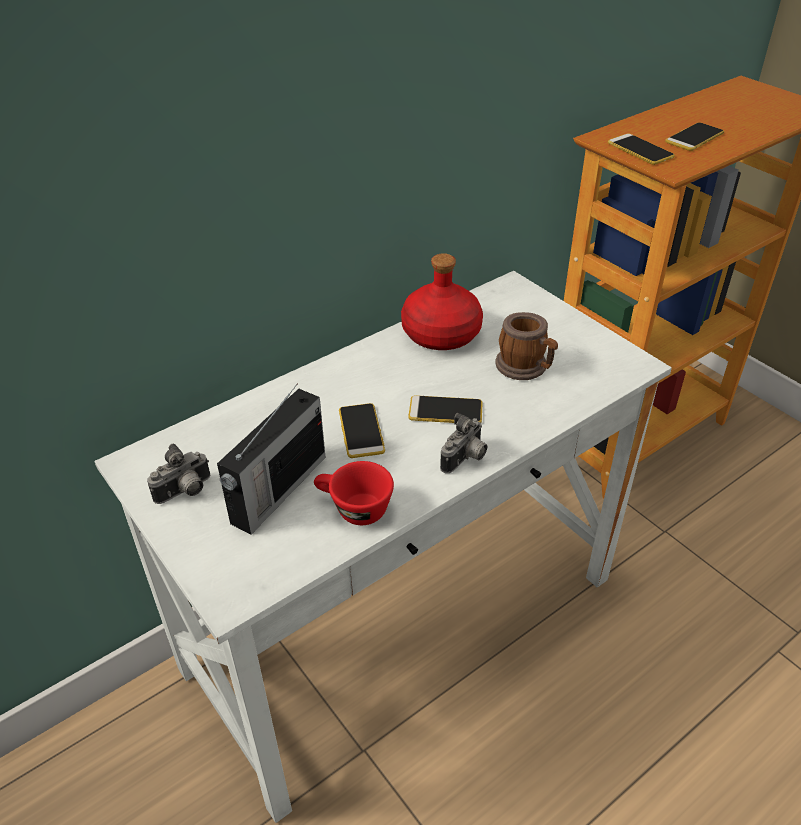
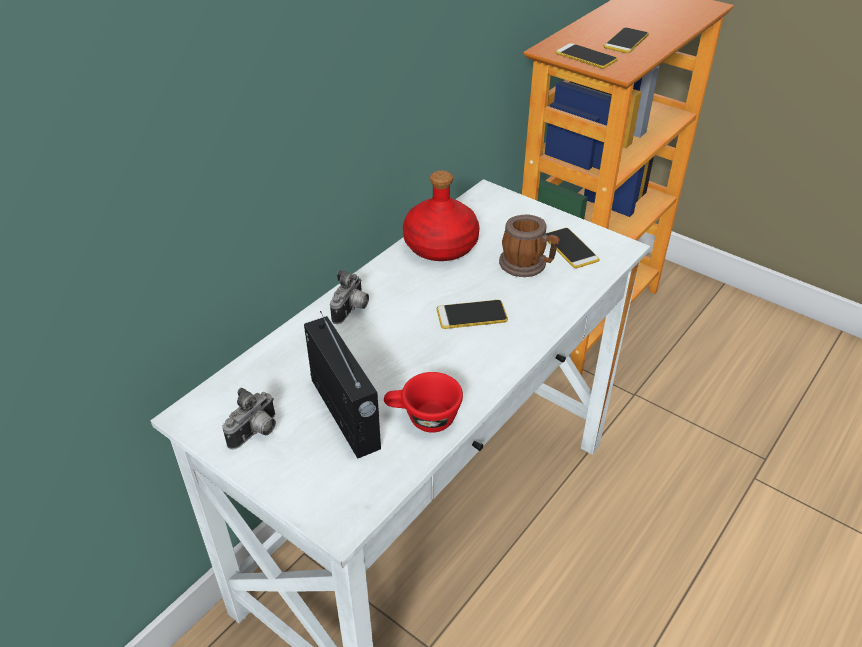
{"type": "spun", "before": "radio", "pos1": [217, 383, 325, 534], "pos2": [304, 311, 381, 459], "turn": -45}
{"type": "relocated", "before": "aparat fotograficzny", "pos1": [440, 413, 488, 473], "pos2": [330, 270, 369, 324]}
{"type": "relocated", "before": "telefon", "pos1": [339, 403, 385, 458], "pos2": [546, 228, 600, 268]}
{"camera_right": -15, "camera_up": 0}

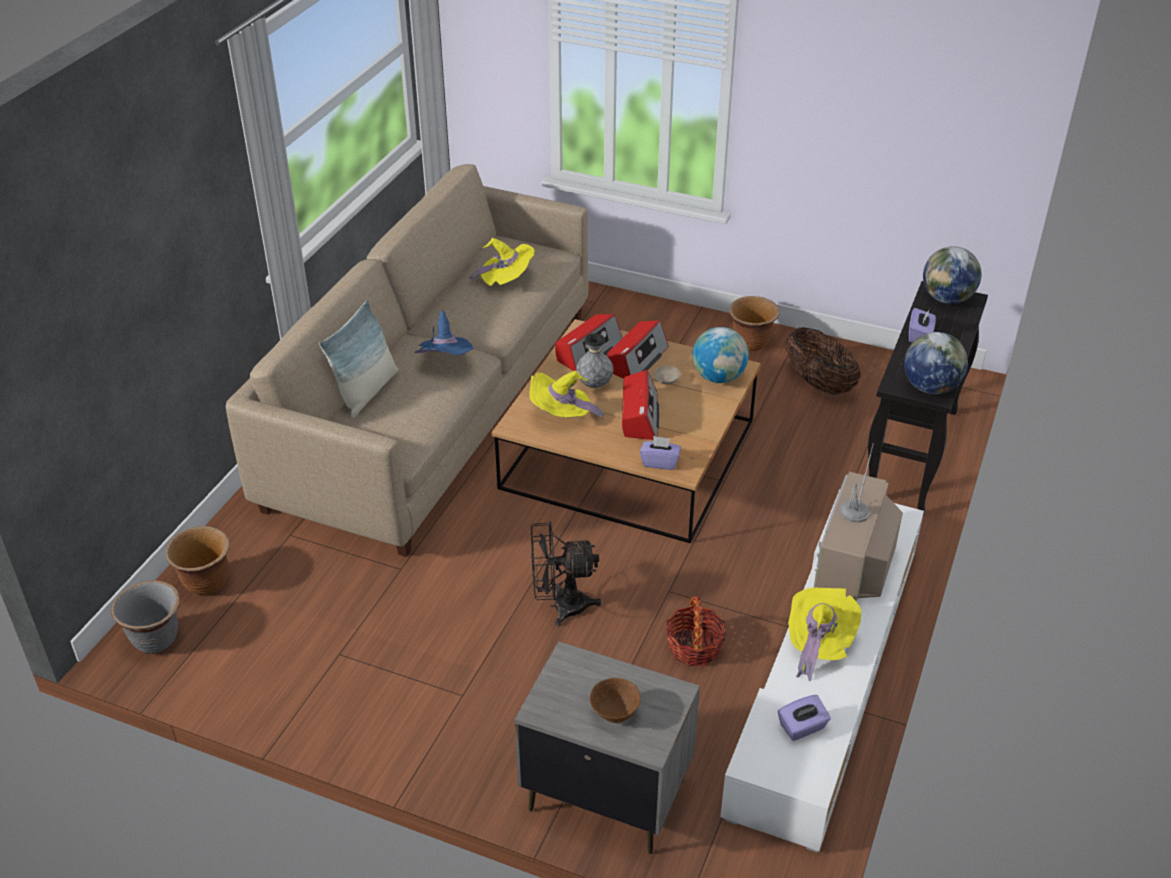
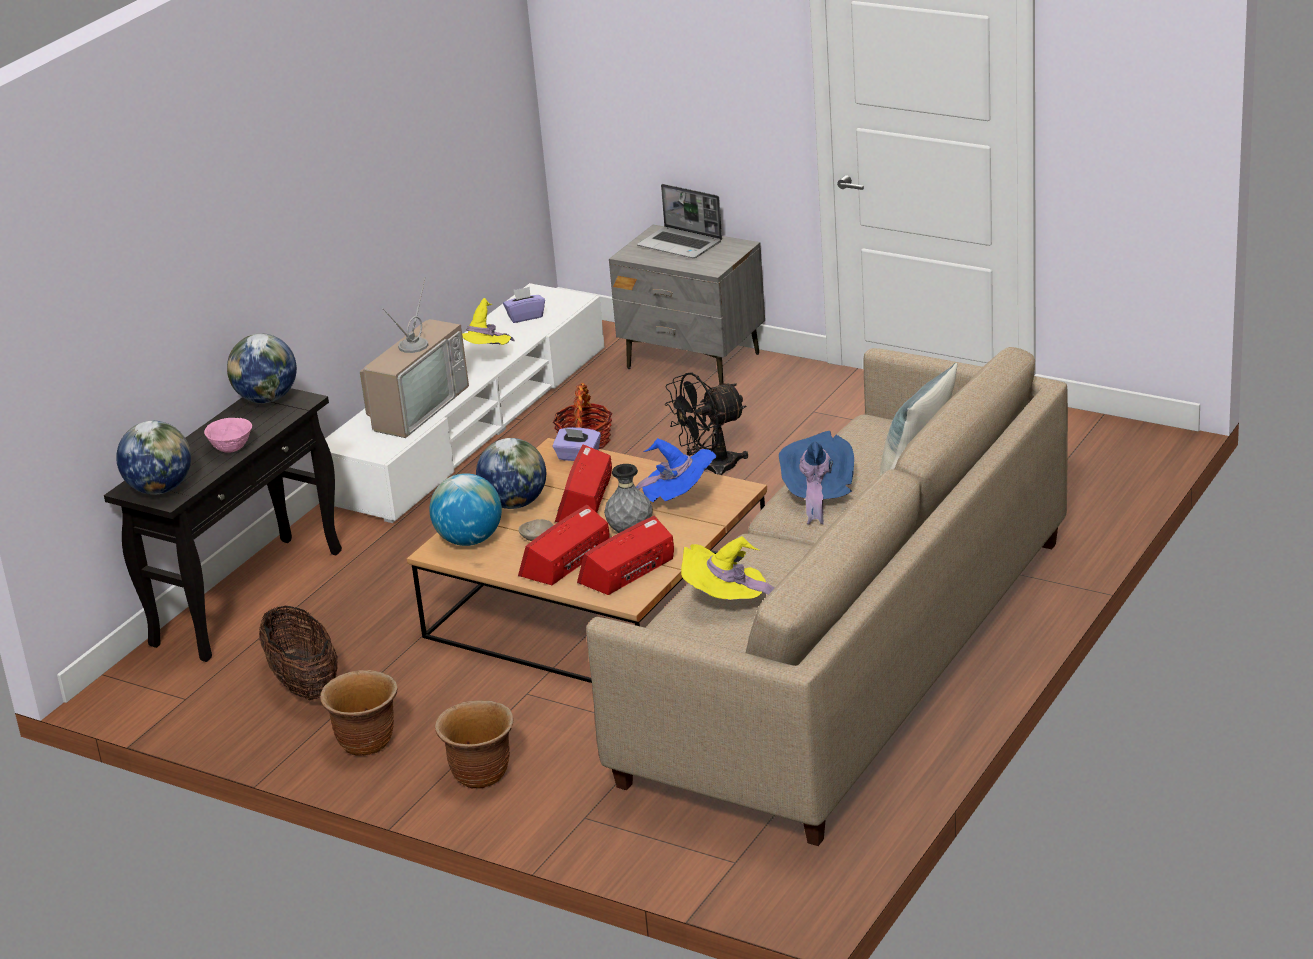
{"type": "exchanged", "before": "pudełko chusteczek [fioletowy]", "after": "miska [różowy]", "pos1": [909, 308, 936, 342], "pos2": [204, 418, 252, 453]}
{"type": "relocated", "before": "donica [brązowy]", "pos1": [166, 526, 230, 595], "pos2": [435, 700, 514, 789]}
{"type": "appeared", "after": "globus", "pos2": [476, 438, 546, 509]}
{"type": "colour", "before": "kapelusz [żółty]", "after": "kapelusz [niebieski]", "pos1": [530, 371, 604, 422], "pos2": [635, 438, 716, 502]}
{"type": "exchanged", "before": "miska [brązowy]", "after": "laptop", "pos1": [590, 678, 641, 723], "pos2": [637, 184, 722, 258]}
{"type": "spun", "before": "wentylator [czarny]", "pos1": [531, 521, 602, 626], "pos2": [665, 372, 748, 475], "turn": 150}
{"type": "missing", "before": "donica [szary]", "pos1": [111, 580, 180, 653]}
{"camera_right": -170, "camera_up": -10}

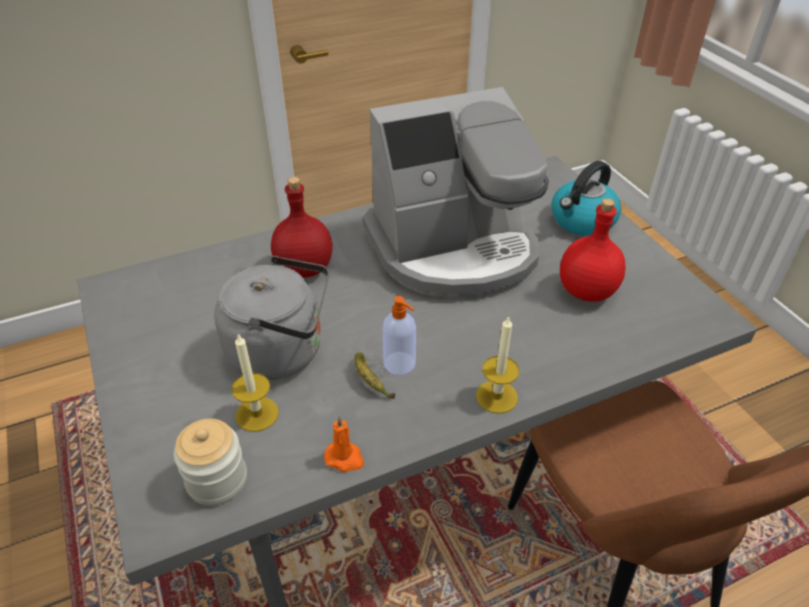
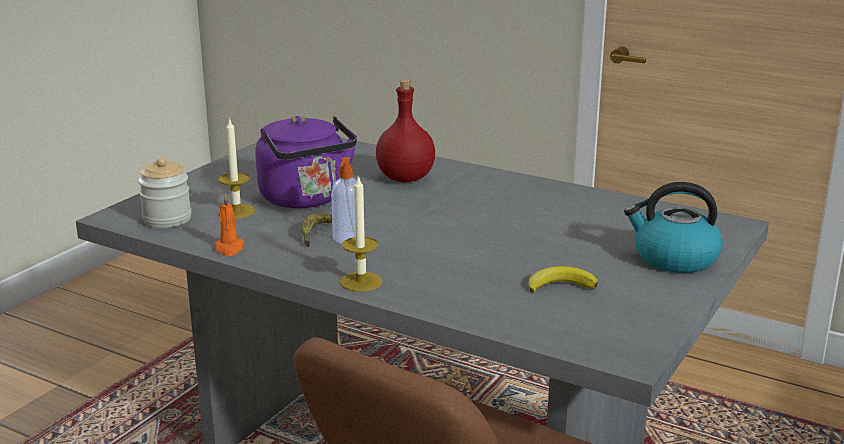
{"type": "colour", "before": "czajnik [szary]", "after": "czajnik [fioletowy]", "pos1": [214, 256, 329, 380], "pos2": [255, 116, 357, 208]}
{"type": "exchanged", "before": "butelka [czerwony]", "after": "banan", "pos1": [560, 198, 626, 302], "pos2": [528, 266, 598, 293]}
{"type": "missing", "before": "ekspres do kawy", "pos1": [363, 87, 549, 298]}
{"camera_right": 55, "camera_up": -20}

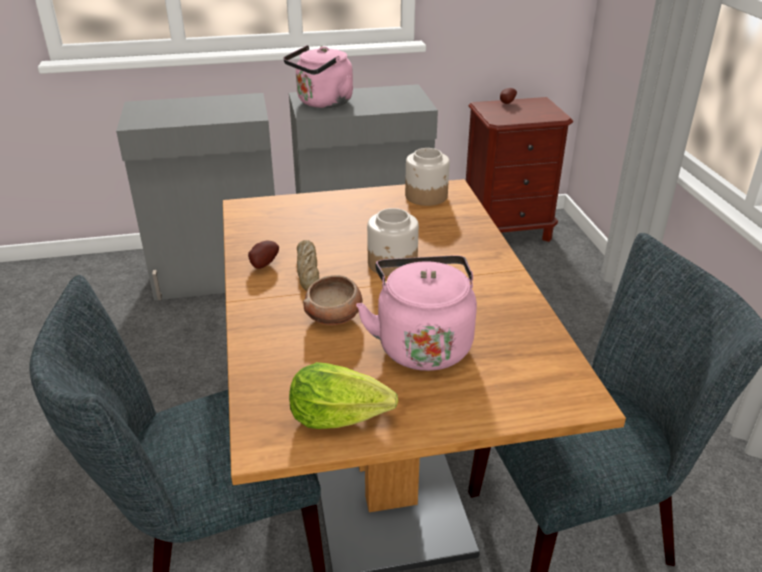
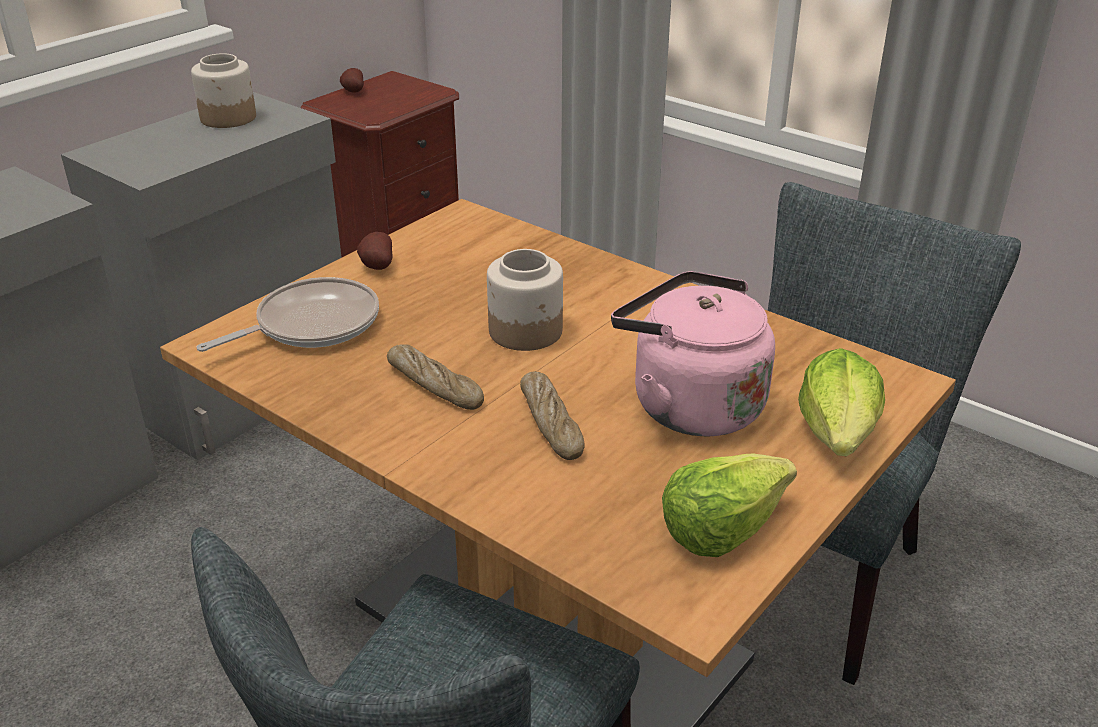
{"type": "relocated", "before": "słoik", "pos1": [405, 148, 450, 206], "pos2": [191, 53, 256, 128]}
{"type": "appeared", "after": "patelnia", "pos2": [196, 277, 379, 352]}
{"type": "relocated", "before": "ziemniak", "pos1": [248, 241, 279, 269], "pos2": [357, 232, 393, 270]}
{"type": "exchanged", "before": "miska", "after": "chleb", "pos1": [303, 275, 362, 325], "pos2": [520, 371, 585, 460]}
{"type": "appeared", "after": "sałata", "pos2": [798, 348, 885, 456]}
{"type": "missing", "before": "czajnik [różowy]", "pos1": [283, 45, 353, 108]}
{"camera_right": -40, "camera_up": 0}

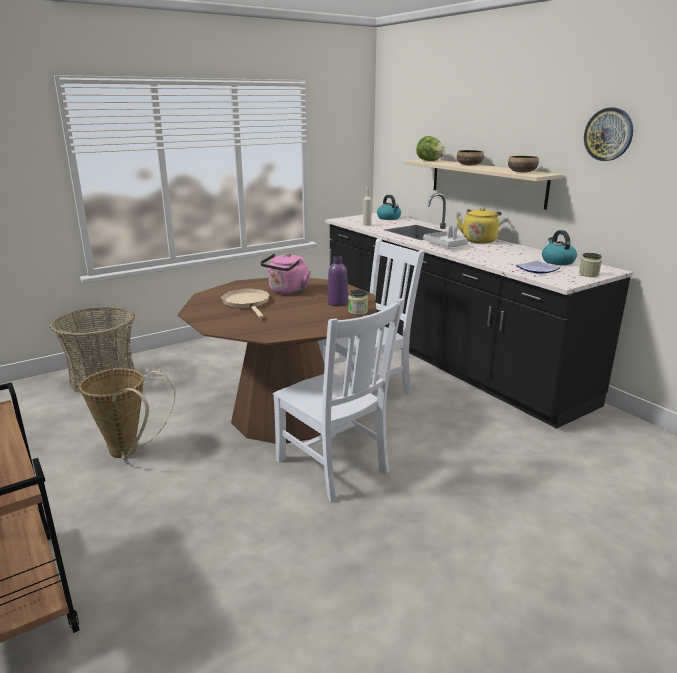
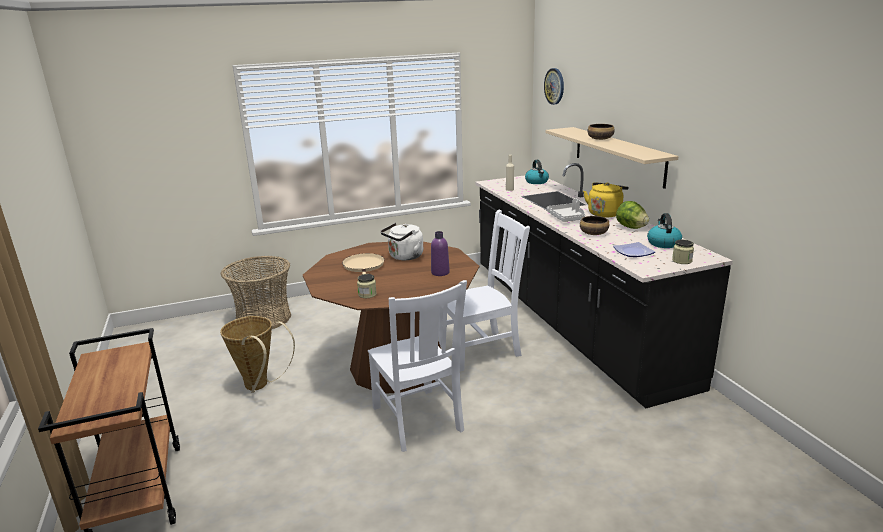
{"type": "relocated", "before": "słoik", "pos1": [348, 289, 368, 315], "pos2": [357, 274, 377, 298]}
{"type": "colour", "before": "czajnik [różowy]", "after": "czajnik [biały]", "pos1": [260, 253, 311, 294], "pos2": [380, 223, 423, 260]}
{"type": "relocated", "before": "zegar ścienny", "pos1": [584, 108, 633, 161], "pos2": [544, 68, 564, 105]}
{"type": "relocated", "before": "miska", "pos1": [508, 156, 539, 172], "pos2": [580, 216, 609, 235]}
{"type": "relocated", "before": "sałata", "pos1": [416, 136, 446, 161], "pos2": [616, 201, 649, 229]}
{"camera_right": 15, "camera_up": 0}

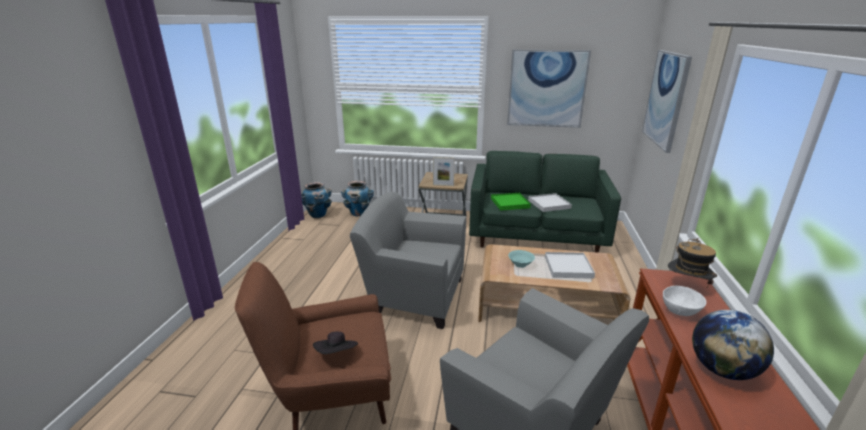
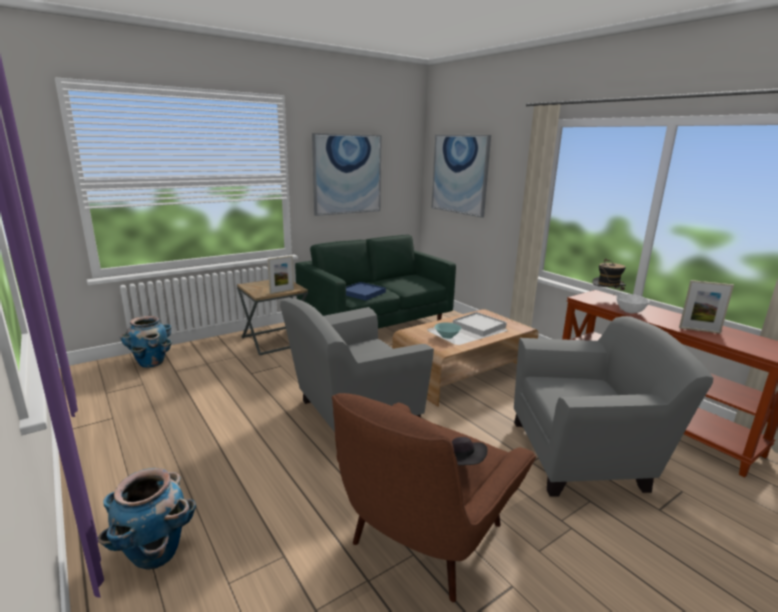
{"type": "relocated", "before": "donica", "pos1": [301, 182, 332, 218], "pos2": [98, 468, 196, 570]}
{"type": "colour", "before": "taca [zielony]", "after": "taca [niebieski]", "pos1": [491, 193, 531, 211], "pos2": [346, 282, 386, 301]}
{"type": "exchanged", "before": "globus", "after": "ramka na zdjęcie", "pos1": [692, 310, 774, 380], "pos2": [679, 280, 734, 334]}
{"type": "missing", "before": "taca [biały]", "pos1": [528, 193, 572, 212]}
{"camera_right": -45, "camera_up": -5}

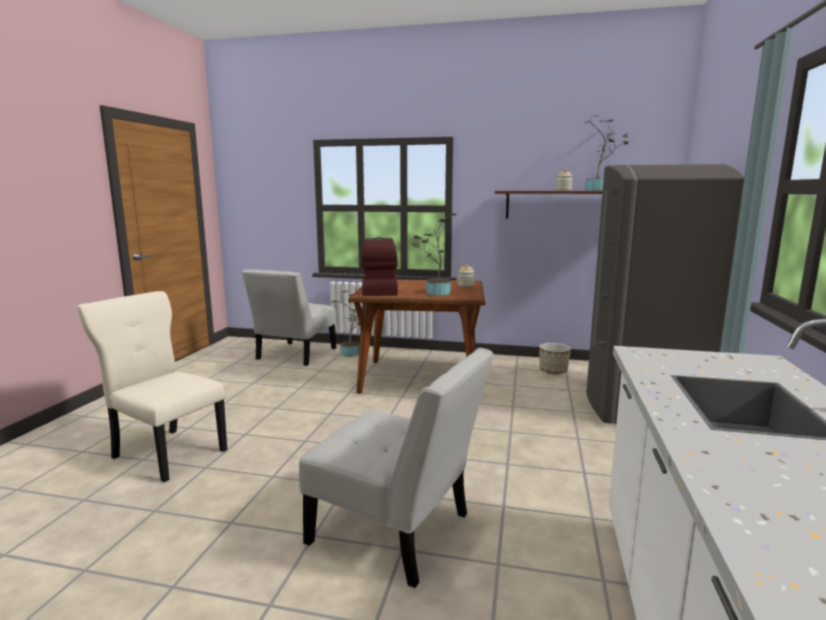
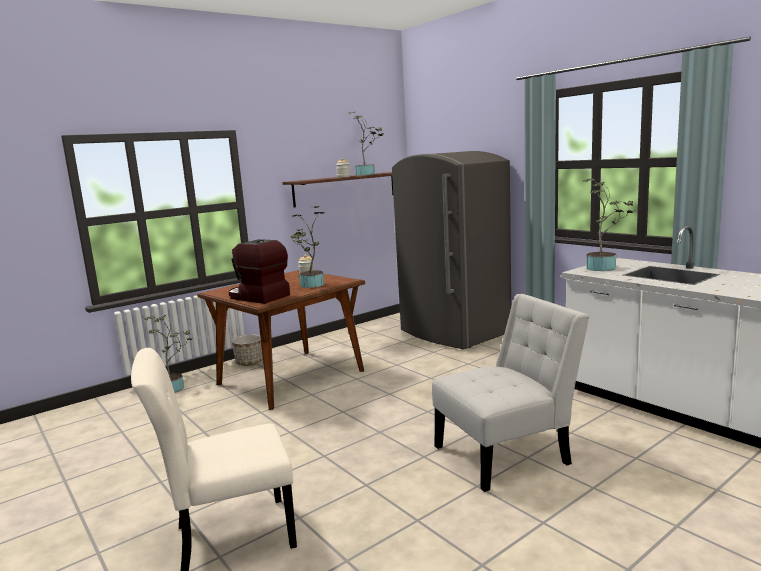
{"type": "relocated", "before": "donica", "pos1": [539, 343, 571, 374], "pos2": [232, 335, 263, 366]}
{"type": "appeared", "after": "roślina doniczkowa", "pos2": [583, 178, 634, 271]}
{"type": "missing", "before": "krzesło [biały]", "pos1": [242, 269, 336, 366]}
{"camera_right": -50, "camera_up": 0}

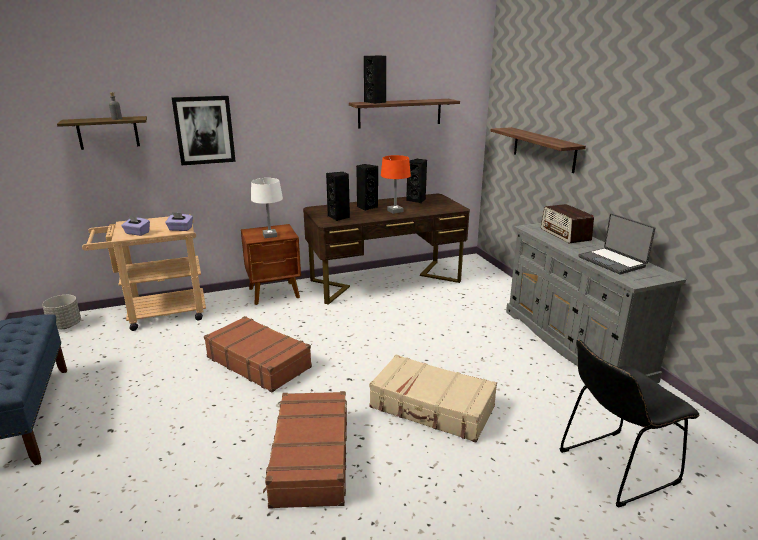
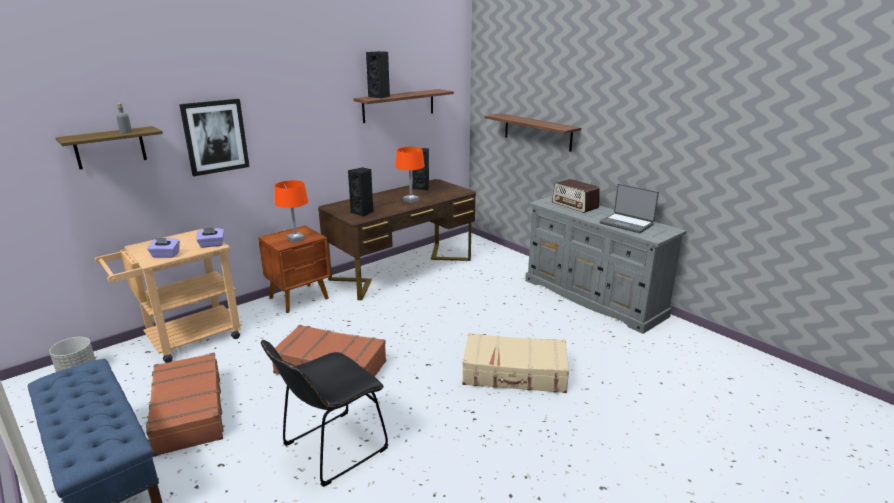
{"type": "relocated", "before": "walizka [brązowy]", "pos1": [263, 391, 347, 509], "pos2": [146, 353, 223, 457]}
{"type": "relocated", "before": "krzesło [czarny]", "pos1": [560, 340, 700, 508], "pos2": [261, 340, 388, 487]}
{"type": "colour", "before": "lampa stołowa [biały]", "after": "lampa stołowa [pomarańczowy]", "pos1": [251, 178, 283, 238], "pos2": [275, 180, 308, 243]}
{"type": "missing", "before": "głośnik [czarny]", "pos1": [356, 164, 378, 210]}
{"camera_right": -20, "camera_up": 0}

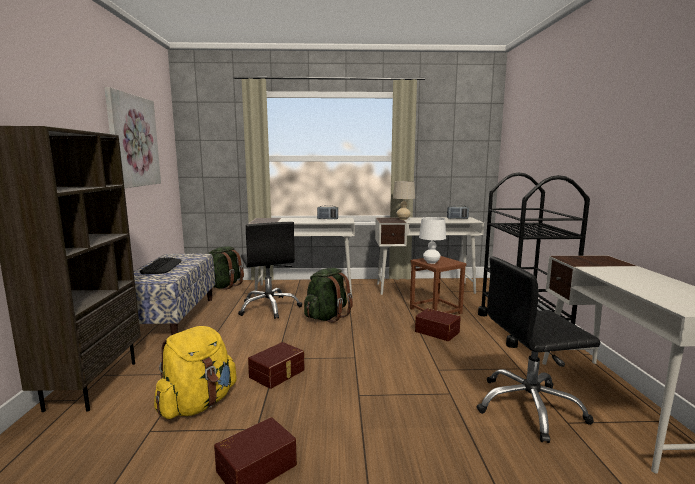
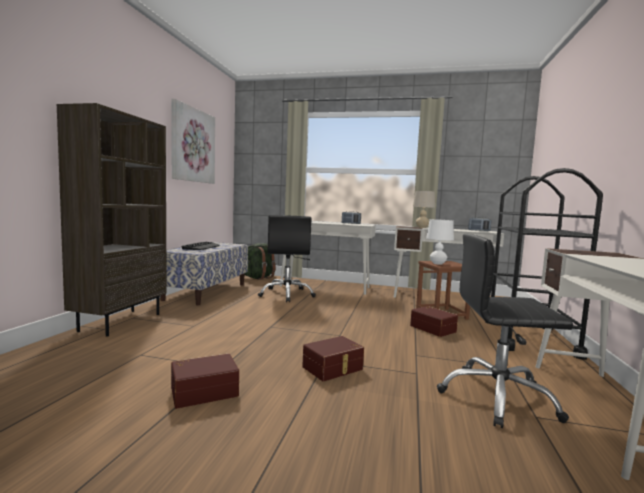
{"type": "relocated", "before": "pojemnik do przechowywania [brązowy]", "pos1": [248, 342, 305, 389], "pos2": [302, 336, 364, 382]}
{"type": "missing", "before": "plecak [żółty]", "pos1": [154, 326, 237, 419]}
{"type": "missing", "before": "plecak [zielony]", "pos1": [304, 268, 353, 323]}
{"camera_right": 15, "camera_up": -5}

